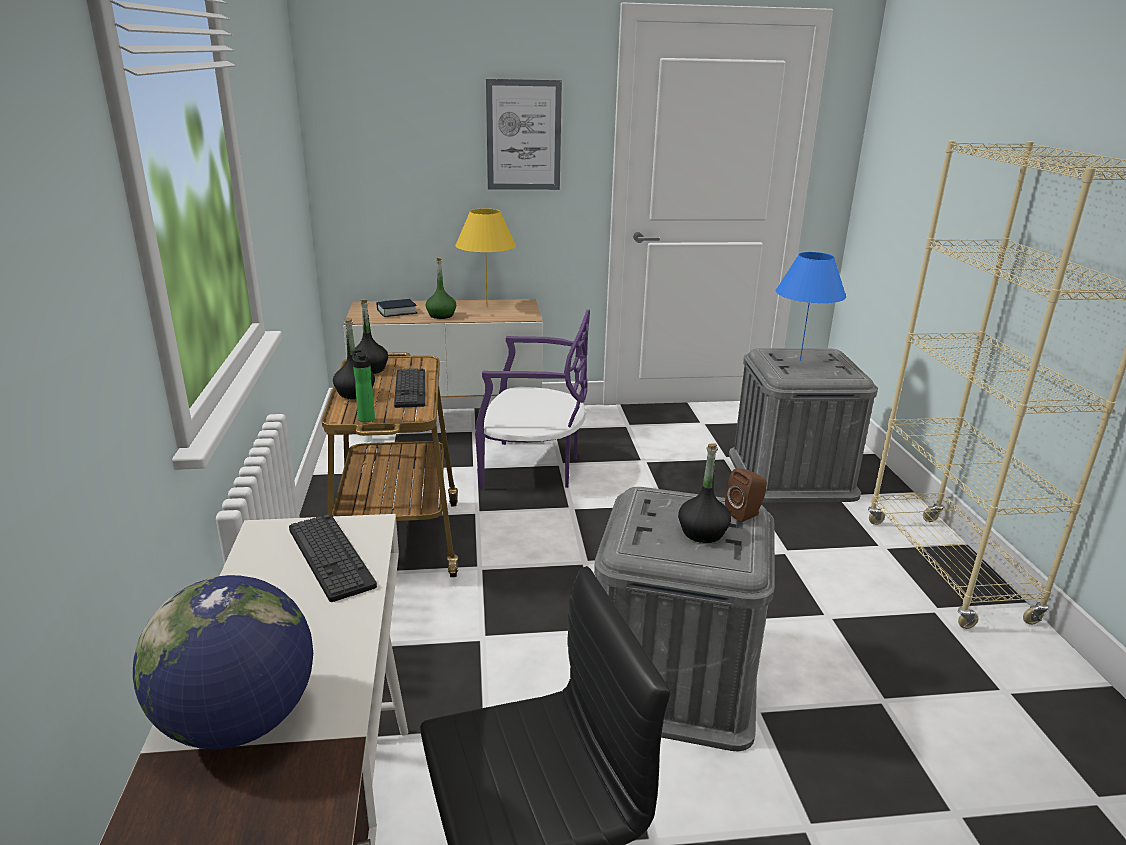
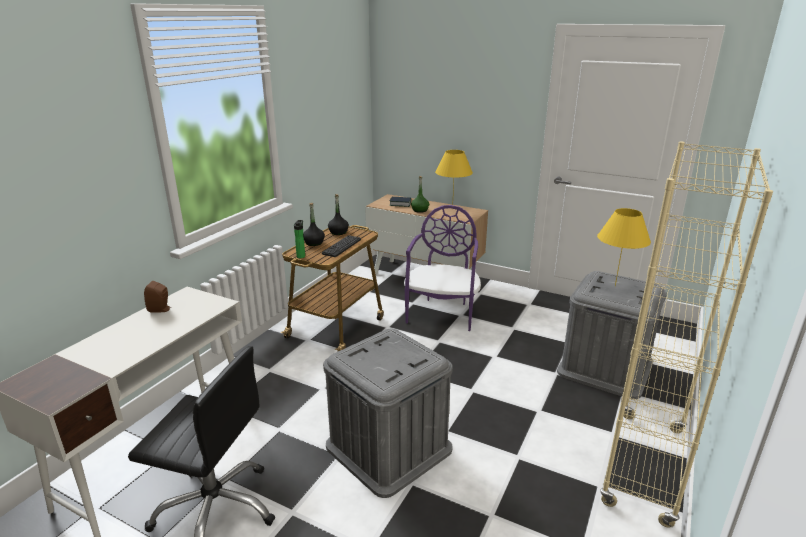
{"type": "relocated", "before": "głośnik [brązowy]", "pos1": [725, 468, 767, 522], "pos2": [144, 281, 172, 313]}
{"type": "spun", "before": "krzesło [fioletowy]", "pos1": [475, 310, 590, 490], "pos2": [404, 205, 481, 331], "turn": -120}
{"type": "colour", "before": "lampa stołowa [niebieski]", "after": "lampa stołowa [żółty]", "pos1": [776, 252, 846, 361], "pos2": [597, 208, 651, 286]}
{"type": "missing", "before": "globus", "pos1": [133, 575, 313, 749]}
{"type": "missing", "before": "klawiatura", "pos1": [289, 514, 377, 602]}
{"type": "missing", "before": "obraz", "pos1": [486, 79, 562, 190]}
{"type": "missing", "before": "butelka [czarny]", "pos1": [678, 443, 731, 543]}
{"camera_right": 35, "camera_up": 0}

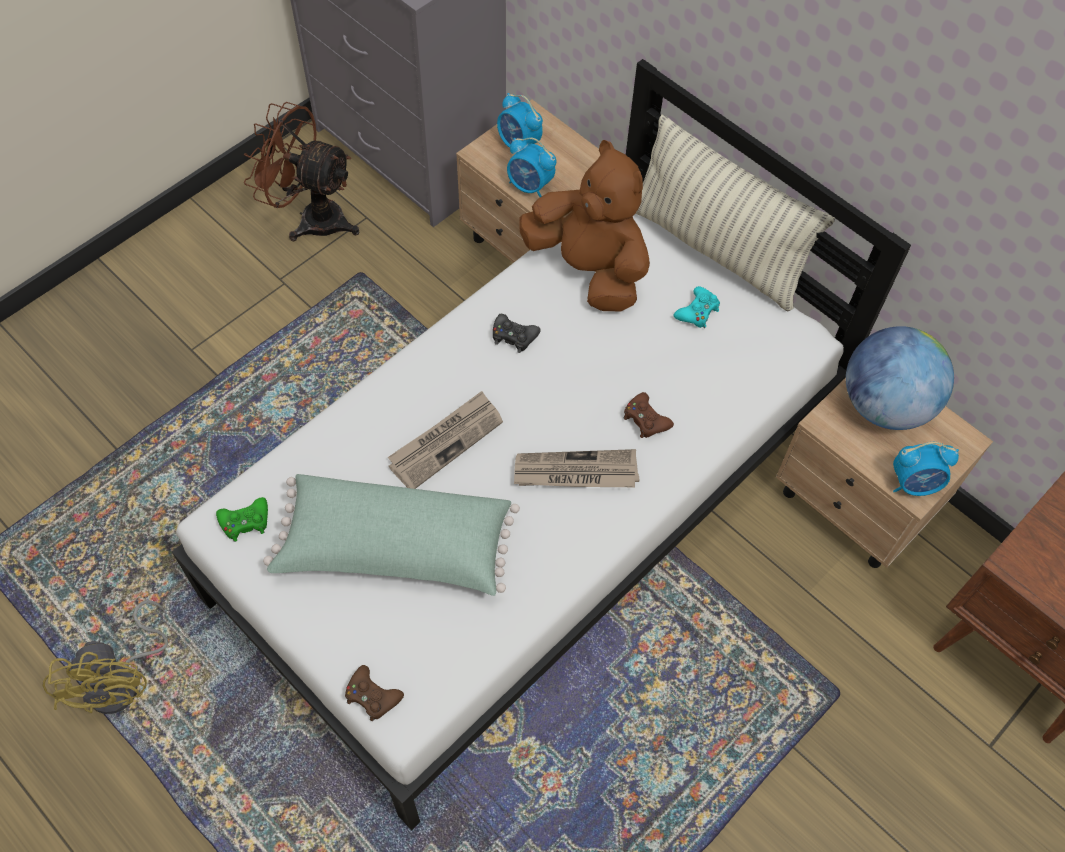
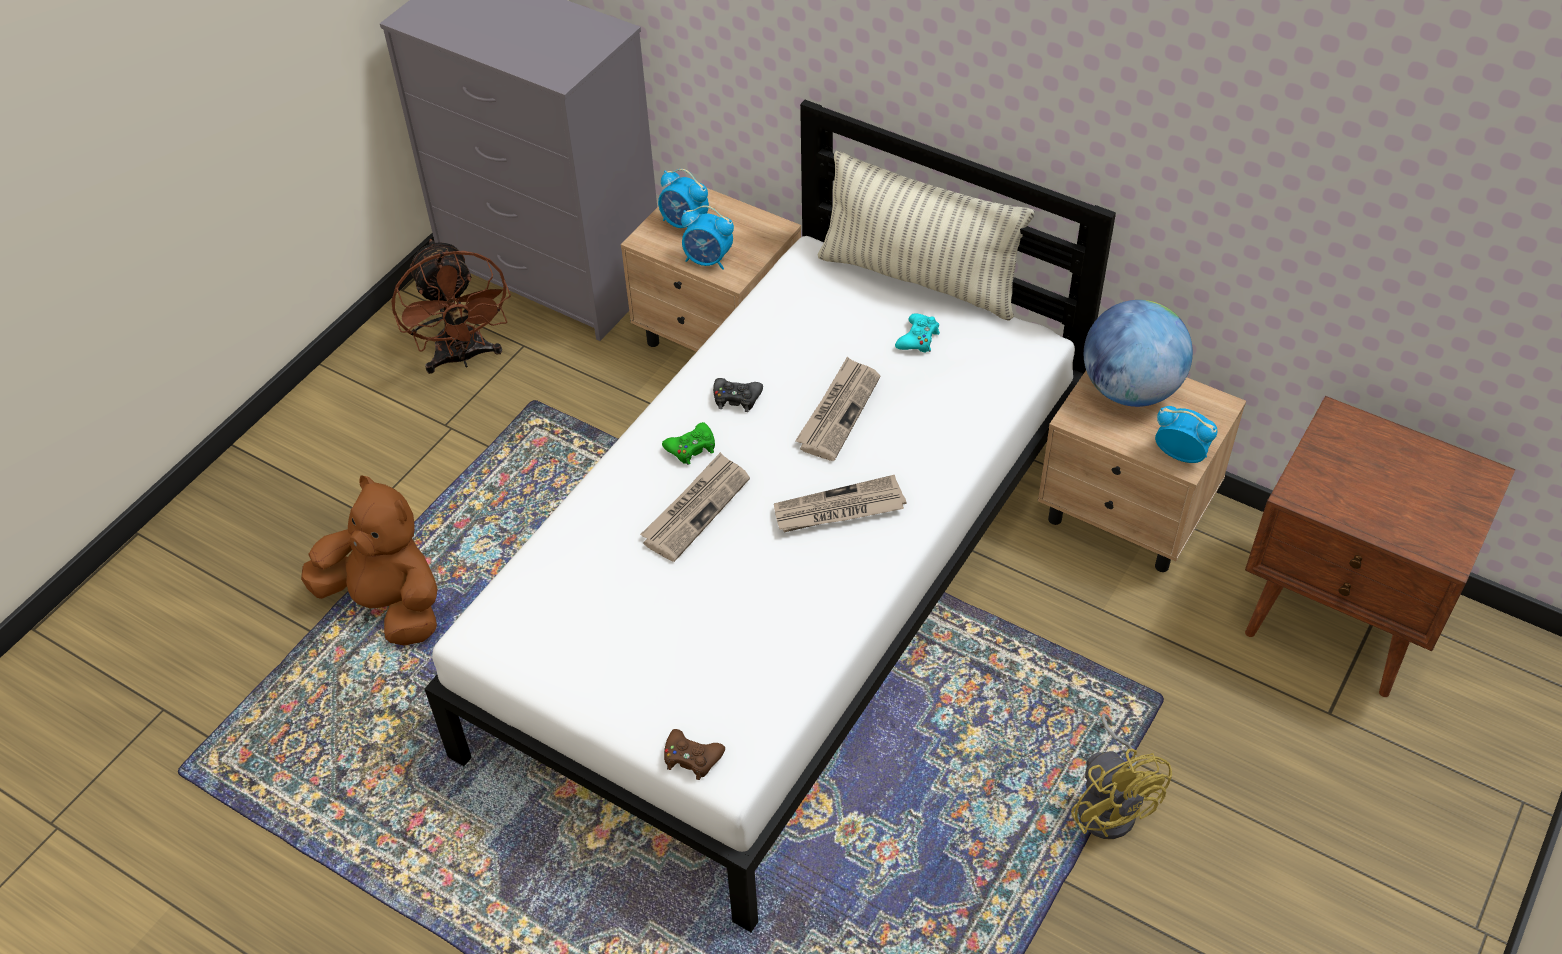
{"type": "relocated", "before": "pluszak [brązowy]", "pos1": [519, 140, 650, 311], "pos2": [301, 476, 438, 646]}
{"type": "spun", "before": "wentylator [brązowy]", "pos1": [244, 102, 359, 242], "pos2": [391, 239, 511, 374], "turn": -120}
{"type": "relocated", "before": "pad do gier [zielony]", "pos1": [216, 497, 268, 542], "pos2": [662, 422, 715, 465]}
{"type": "appeared", "after": "gazeta", "pos2": [795, 357, 880, 461]}
{"type": "relocated", "before": "wentylator [żółty]", "pos1": [43, 600, 168, 714], "pos2": [1071, 713, 1172, 839]}
{"type": "spun", "before": "budzik", "pos1": [893, 442, 959, 496], "pos2": [1155, 406, 1218, 463], "turn": -135}
{"type": "missing", "before": "poduszka [zielony]", "pos1": [263, 474, 520, 596]}
{"type": "missing", "before": "pad do gier [brązowy]", "pos1": [624, 392, 674, 438]}
{"camera_right": -10, "camera_up": -10}

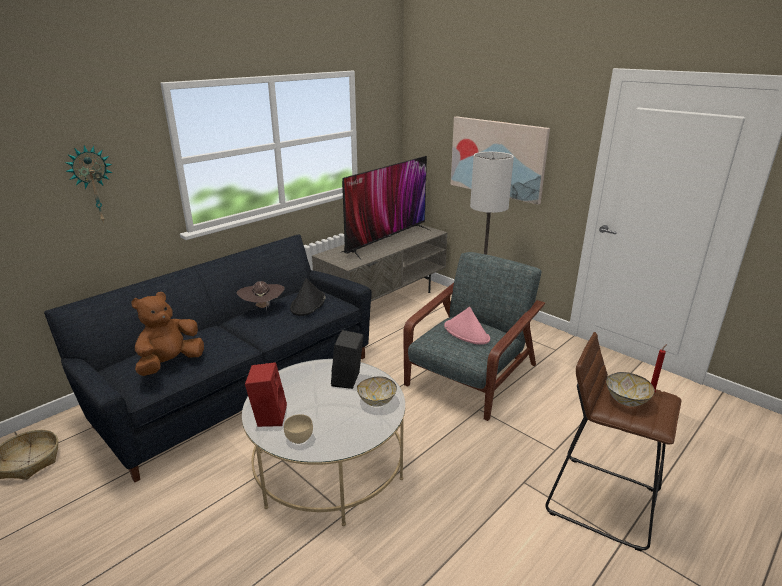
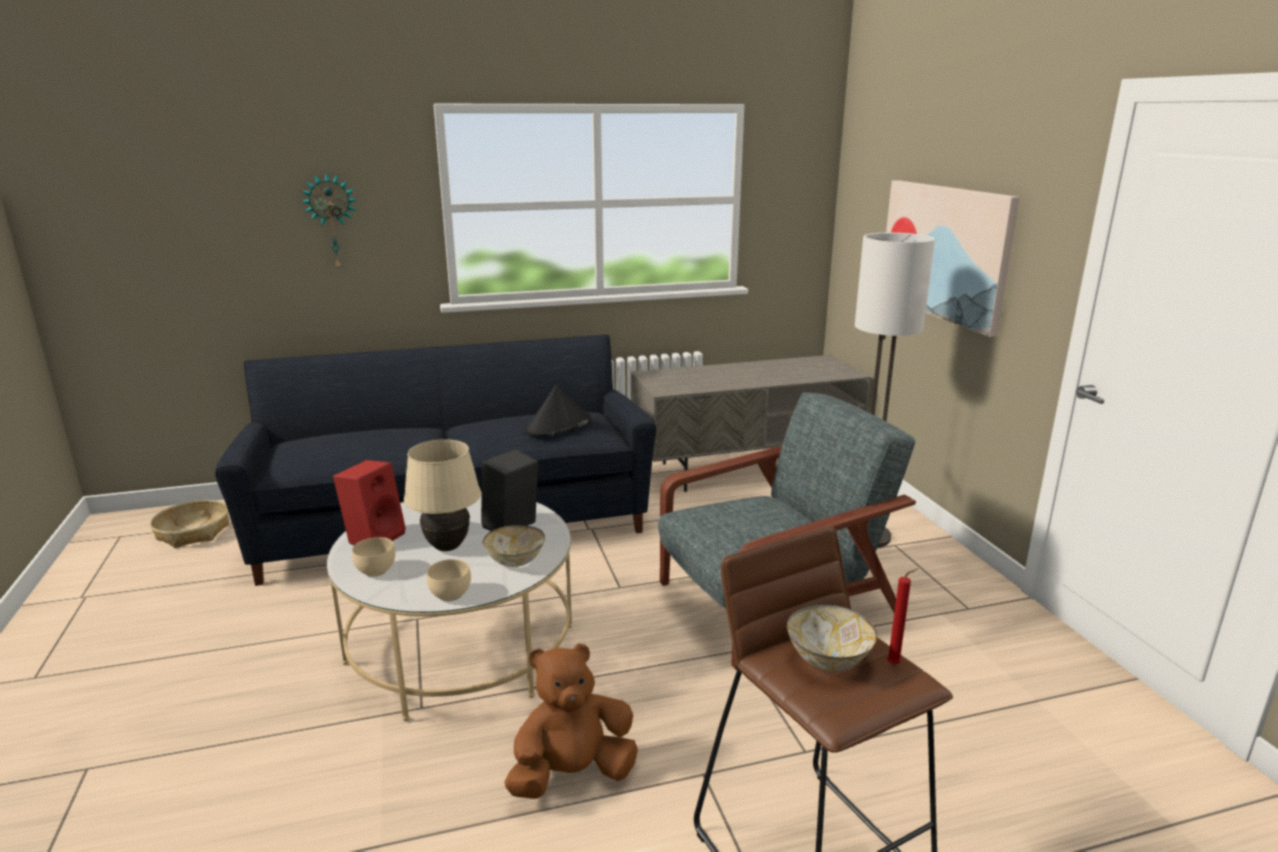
{"type": "appeared", "after": "lampa stołowa [beżowy]", "pos2": [404, 439, 481, 551]}
{"type": "appeared", "after": "miska [beżowy]", "pos2": [427, 559, 471, 601]}
{"type": "relocated", "before": "pluszak [brązowy]", "pos1": [131, 292, 204, 376], "pos2": [504, 643, 638, 799]}
{"type": "missing", "before": "kapelusz [brązowy]", "pos1": [236, 281, 285, 310]}
{"type": "missing", "before": "telewizor", "pos1": [342, 156, 429, 259]}
{"type": "missing", "before": "kapelusz [różowy]", "pos1": [444, 307, 490, 345]}
{"camera_right": 30, "camera_up": -5}

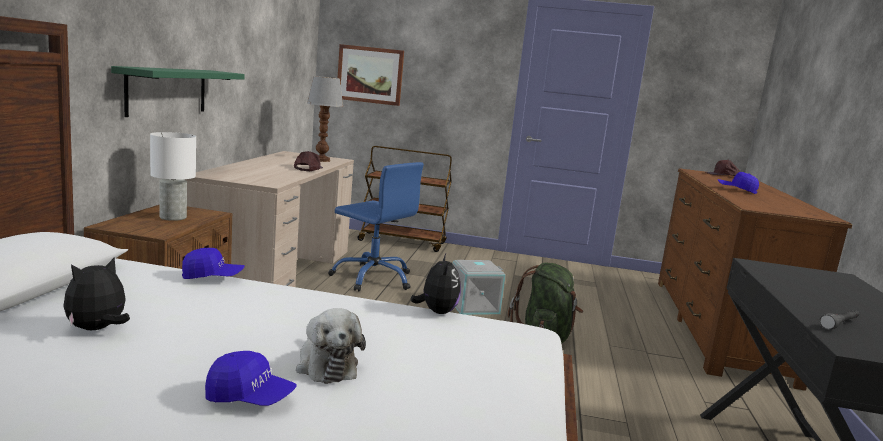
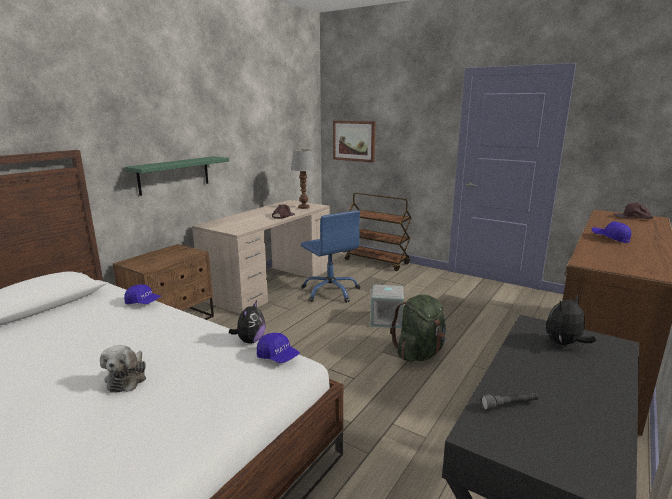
{"type": "relocated", "before": "czapka z daszkiem [niebieski]", "pos1": [205, 351, 297, 406], "pos2": [257, 333, 300, 363]}
{"type": "relocated", "before": "pluszak", "pos1": [63, 257, 130, 330], "pos2": [546, 295, 596, 345]}
{"type": "missing", "before": "lampa stołowa [biały]", "pos1": [150, 132, 196, 221]}
{"camera_right": 25, "camera_up": 5}

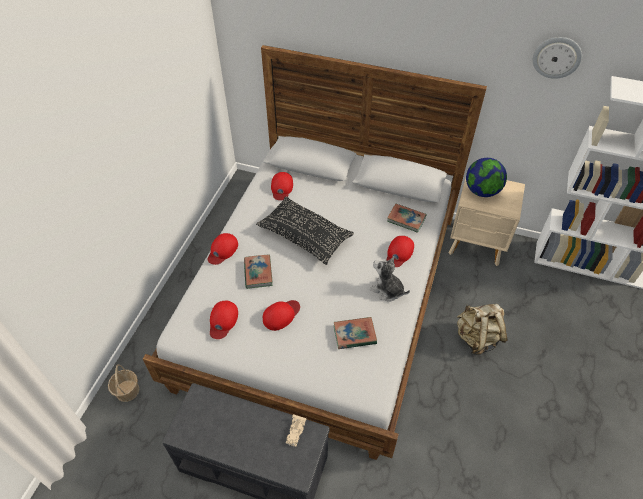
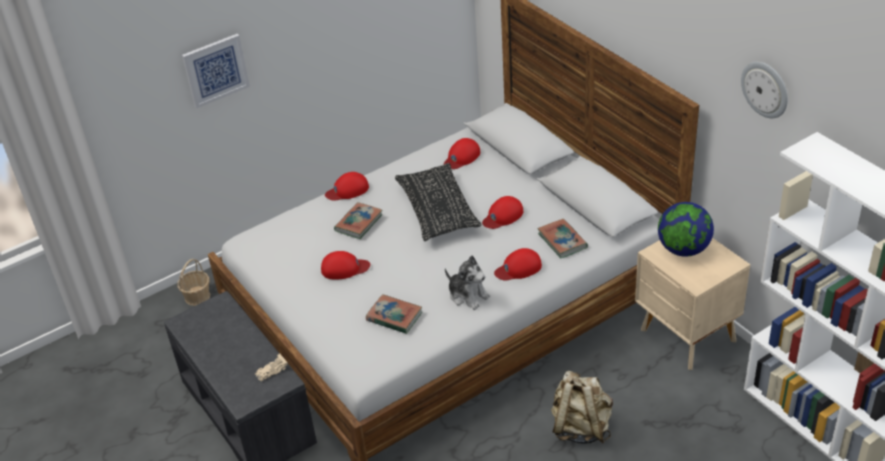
{"type": "appeared", "after": "obraz", "pos2": [182, 34, 250, 108]}
{"type": "spun", "before": "pluszak", "pos1": [370, 256, 410, 302], "pos2": [445, 255, 490, 310], "turn": 150}
{"type": "relocated", "before": "czapka z daszkiem [czerwony]", "pos1": [210, 301, 238, 339], "pos2": [482, 196, 523, 229]}
{"camera_right": 40, "camera_up": -10}

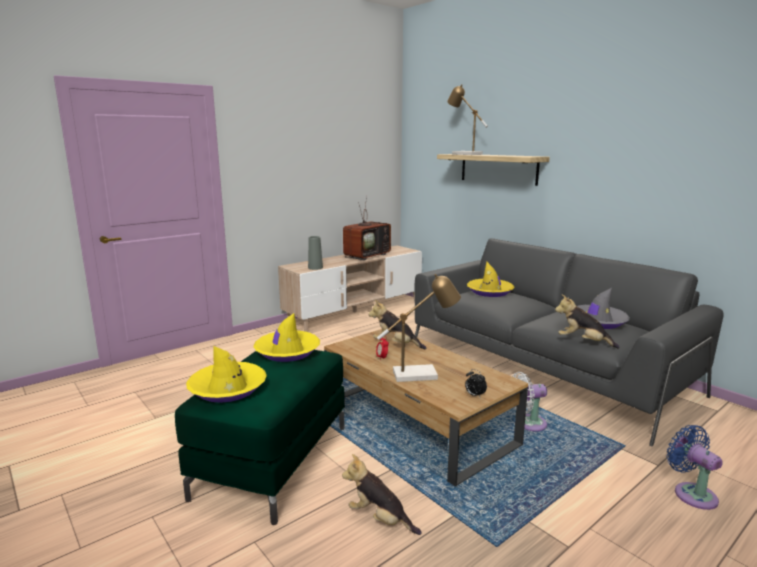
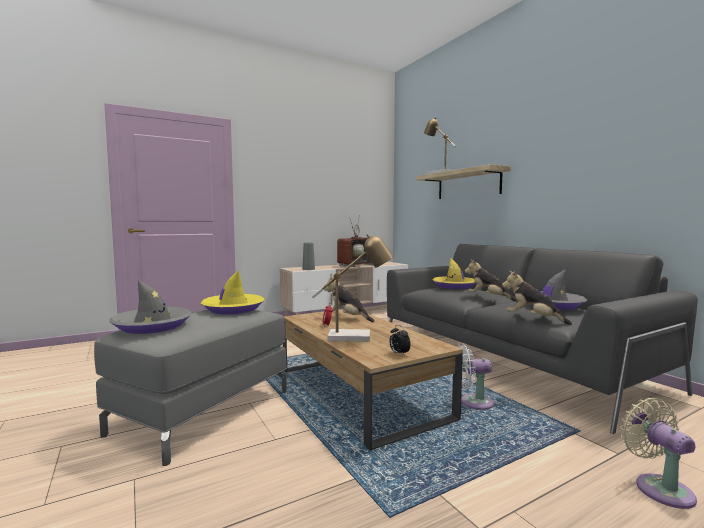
{"type": "colour", "before": "pufa [zielony]", "after": "pufa [szary]", "pos1": [175, 350, 345, 525], "pos2": [94, 310, 287, 466]}
{"type": "colour", "before": "kapelusz [żółty]", "after": "kapelusz [szary]", "pos1": [186, 346, 267, 403], "pos2": [109, 280, 192, 334]}
{"type": "relocated", "before": "pluszak", "pos1": [342, 454, 422, 535], "pos2": [465, 259, 517, 302]}
{"type": "colour", "before": "wentylator [niebieski]", "after": "wentylator [beżowy]", "pos1": [667, 425, 723, 510], "pos2": [620, 398, 697, 509]}
{"camera_right": 10, "camera_up": -10}

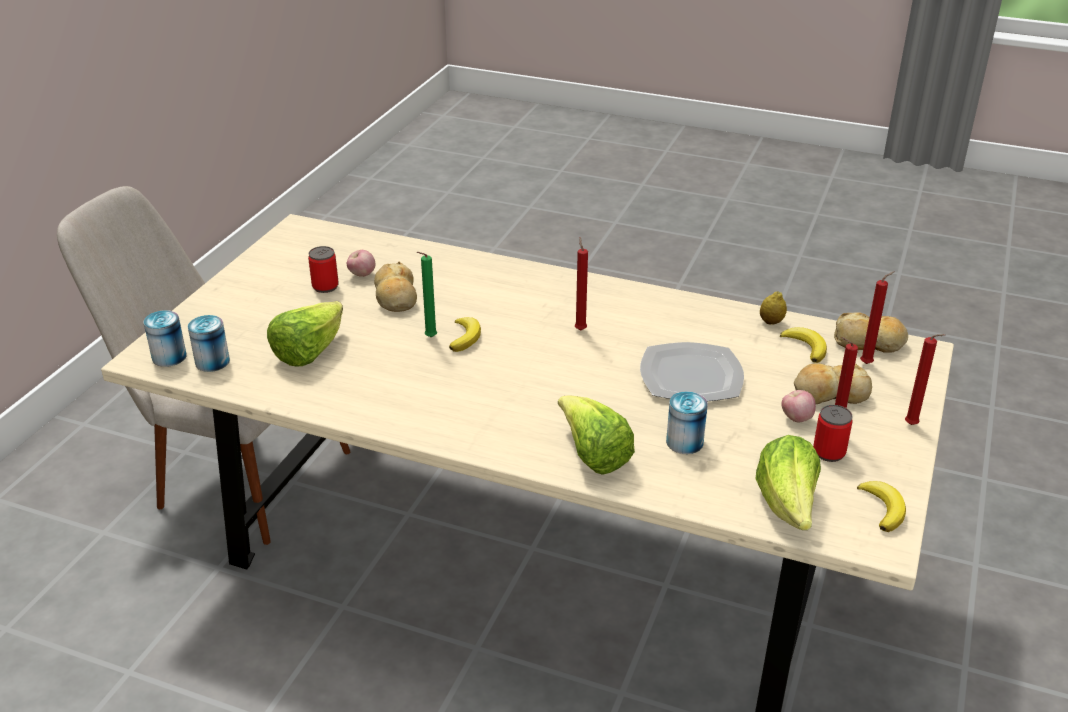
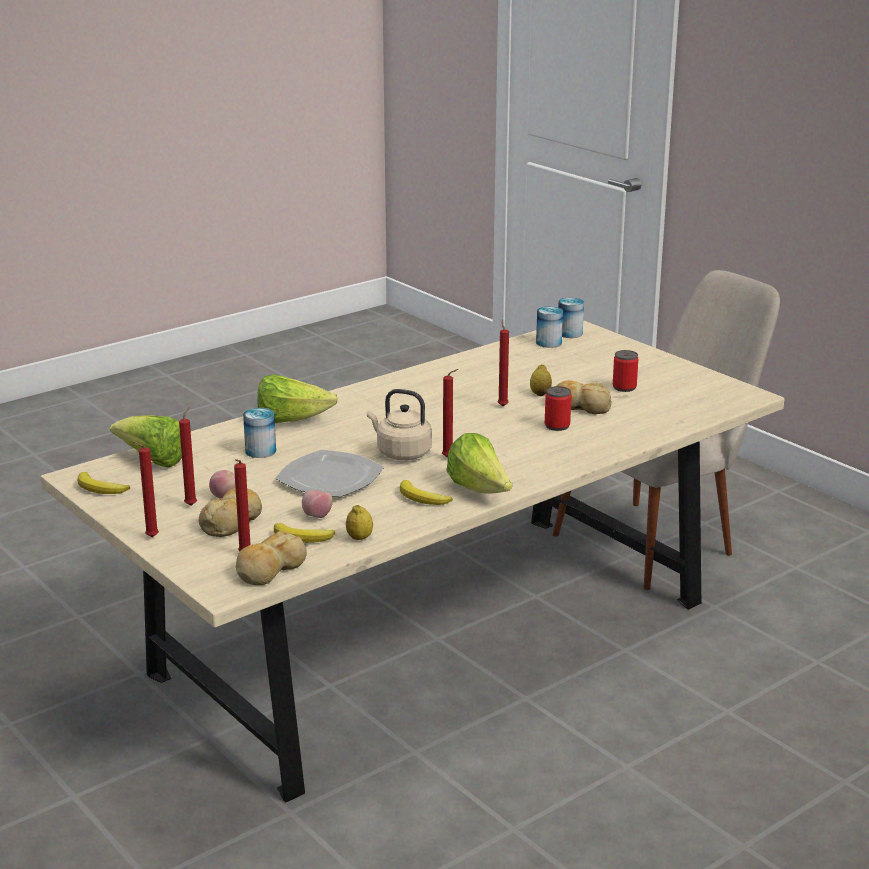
{"type": "relocated", "before": "jabłko", "pos1": [347, 250, 375, 277], "pos2": [302, 490, 333, 518]}
{"type": "appeared", "after": "czajnik [beżowy]", "pos2": [367, 389, 432, 460]}
{"type": "relocated", "before": "banan", "pos1": [449, 317, 481, 352], "pos2": [400, 480, 453, 505]}
{"type": "relocated", "before": "sałata", "pos1": [267, 301, 343, 367], "pos2": [446, 433, 512, 493]}
{"type": "colour", "before": "świeca [zielony]", "after": "świeca [czerwony]", "pos1": [417, 252, 437, 337], "pos2": [498, 319, 509, 406]}
{"type": "appeared", "after": "cytryna", "pos2": [530, 365, 552, 396]}
{"type": "relocated", "before": "puszka", "pos1": [813, 405, 853, 462], "pos2": [545, 386, 571, 431]}
{"camera_right": 120, "camera_up": -10}

